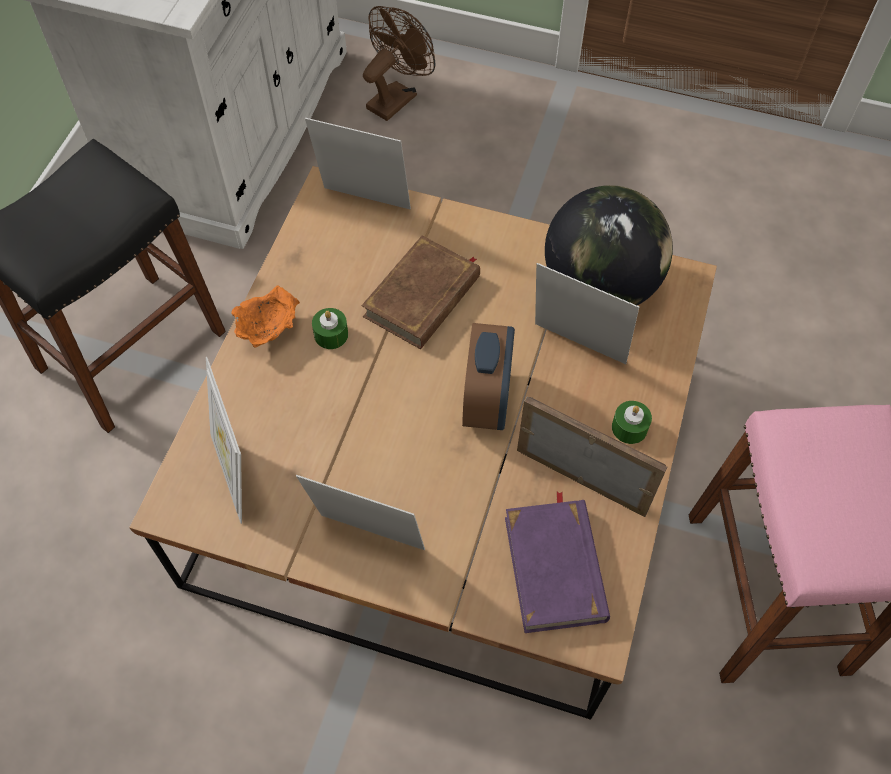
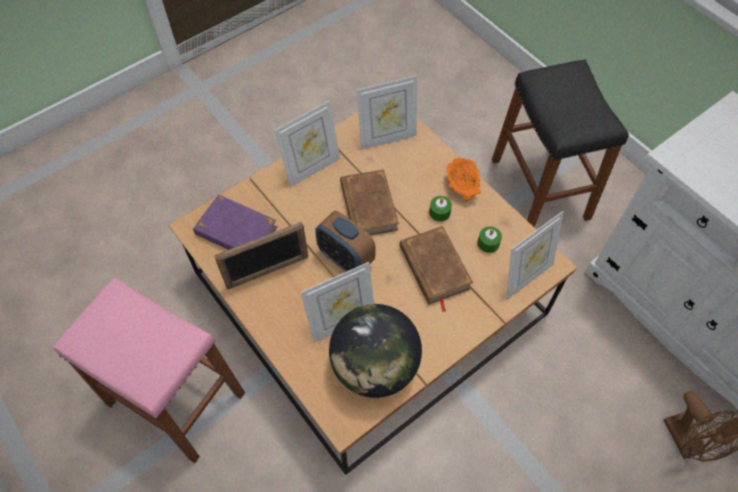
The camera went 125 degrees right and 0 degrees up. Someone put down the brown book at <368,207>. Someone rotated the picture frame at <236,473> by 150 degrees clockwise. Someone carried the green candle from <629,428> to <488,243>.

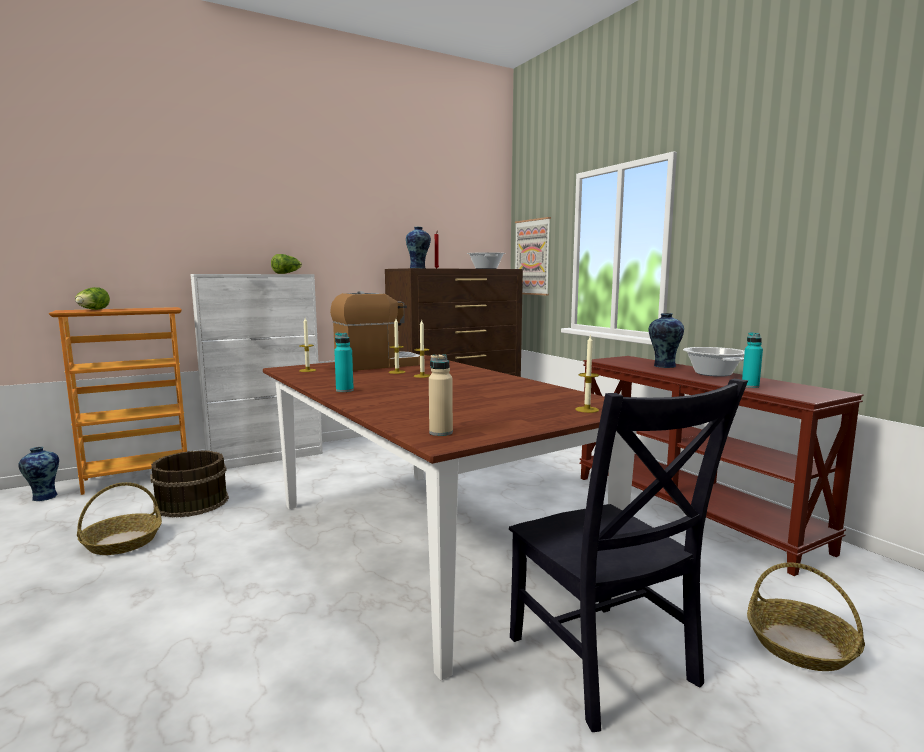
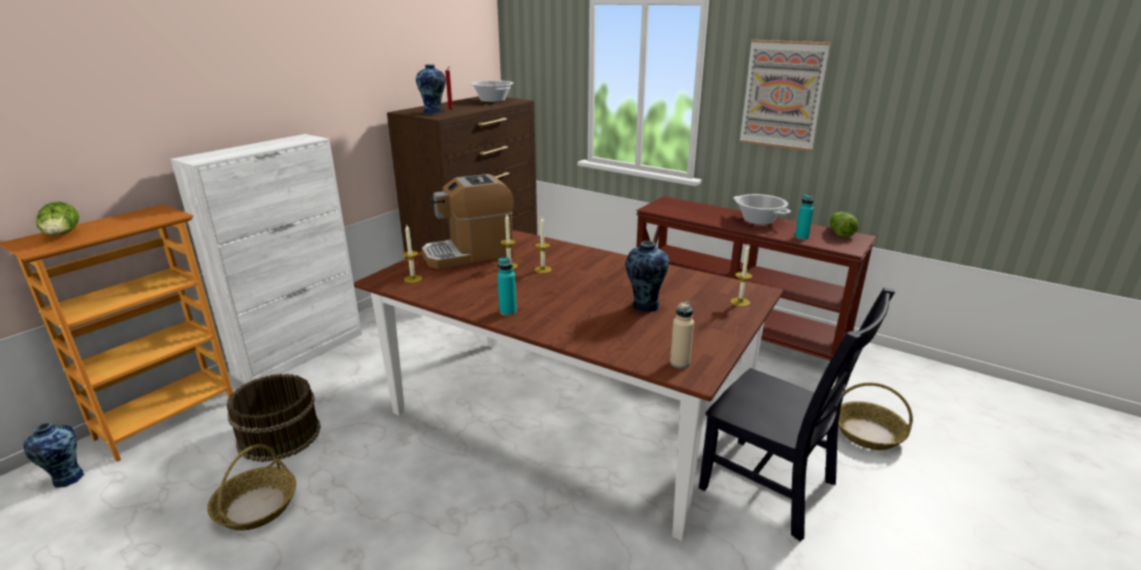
The camera went 25 degrees left and 15 degrees up. Someone rotated the coffee machine at <377,365> by 150 degrees counterclockwise. Someone carried the vase from <663,366> to <644,306>. Someone carried the picture from <532,257> to <782,95>. Someone carried the lettuce from <287,273> to <839,233>.

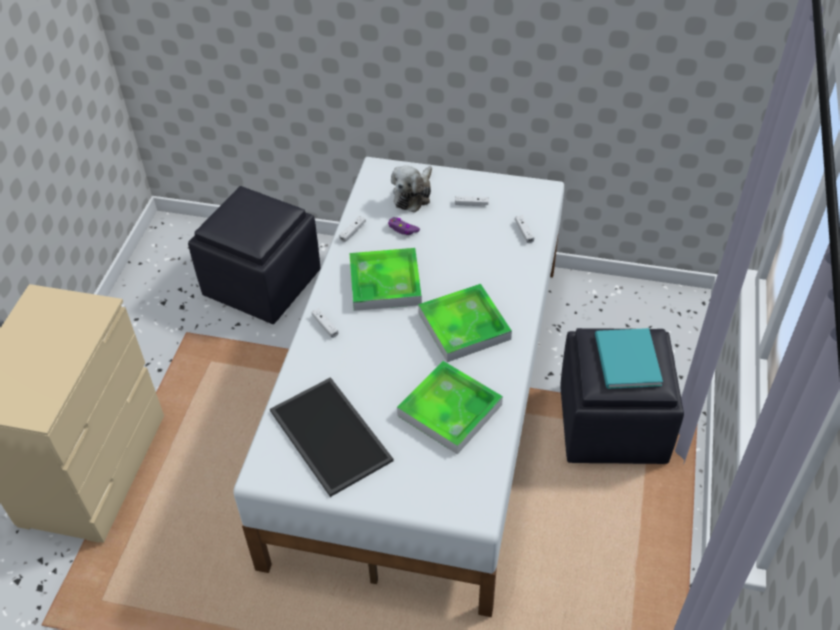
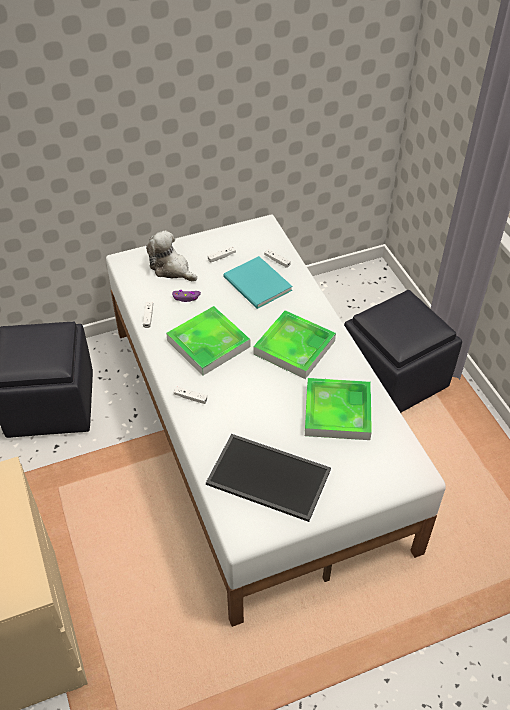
The camera went 35 degrees left and 0 degrees up. Someone rotated the plush toy at <413,195> by 135 degrees clockwise. Someone carried the turquoise book from <626,362> to <257,285>.

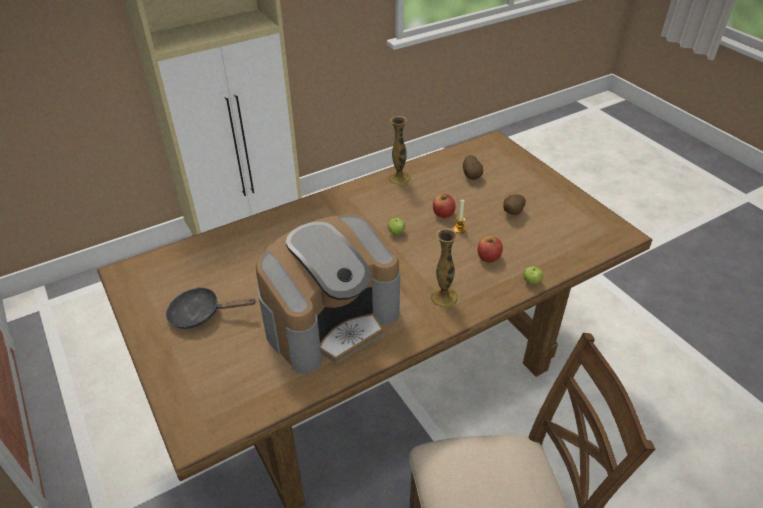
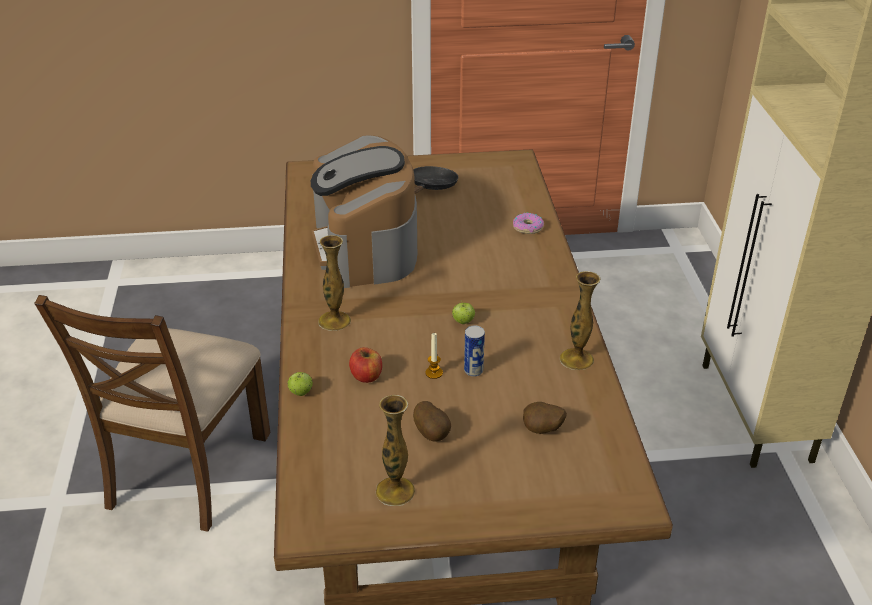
The camera went 115 degrees right and 5 degrees down. Someone put down the vase at <395,491>. Someone swapped the apple at <443,214> for the can at <473,370>. Someone put down the donut at <527,228>.

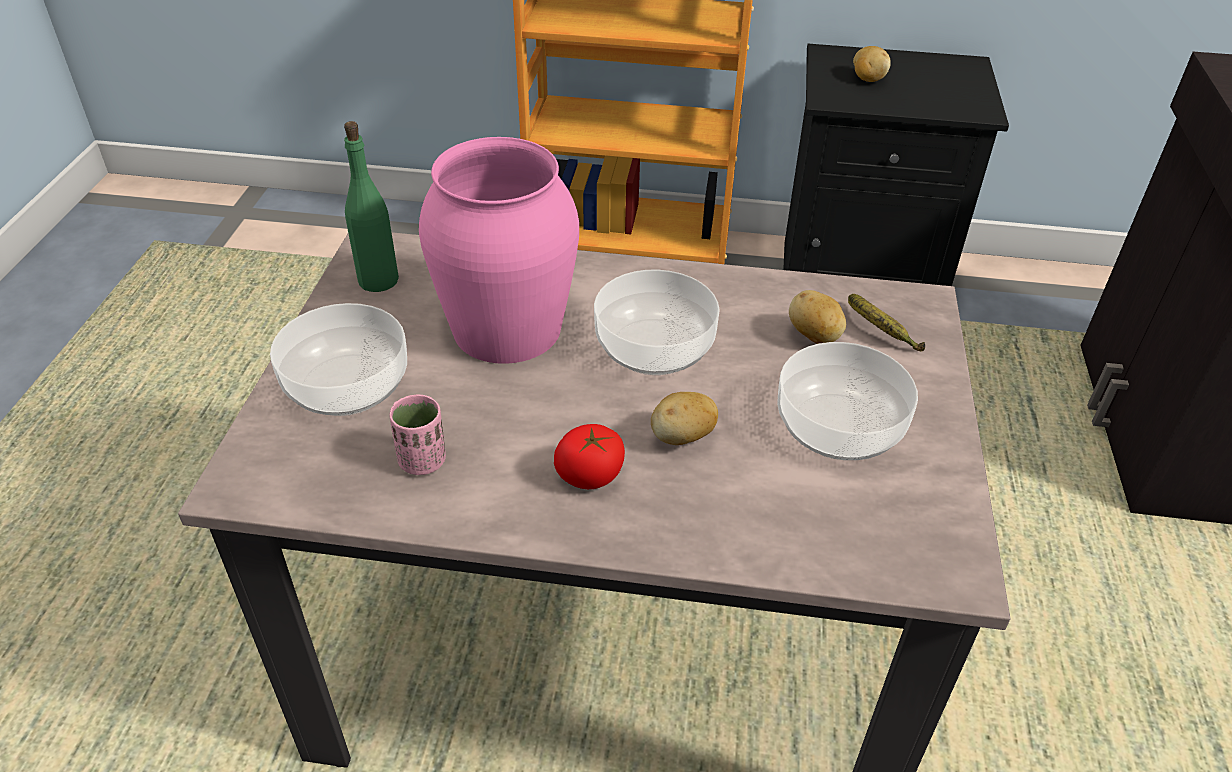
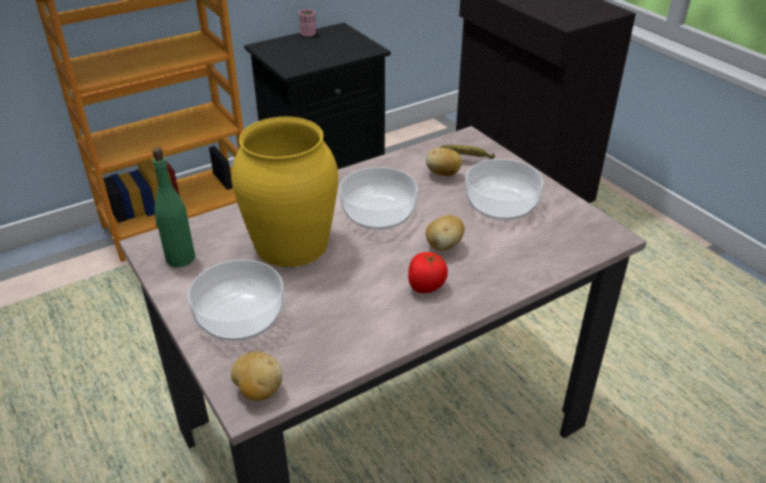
The camera went 40 degrees left and 5 degrees down. Someone repainted the pink vase at <507,327>, which became the yellow vase at <291,243>. Someone carried the potato from <867,79> to <258,390>. Someone carried the pink cup from <422,461> to <308,34>.

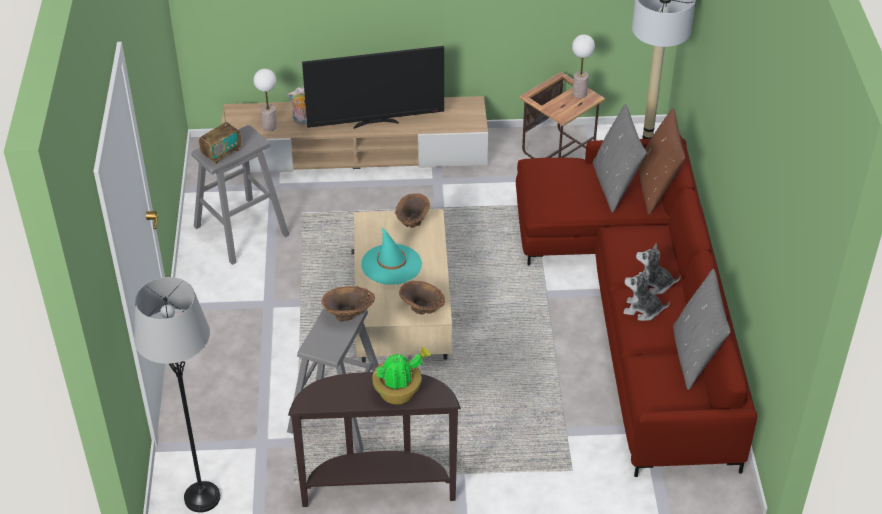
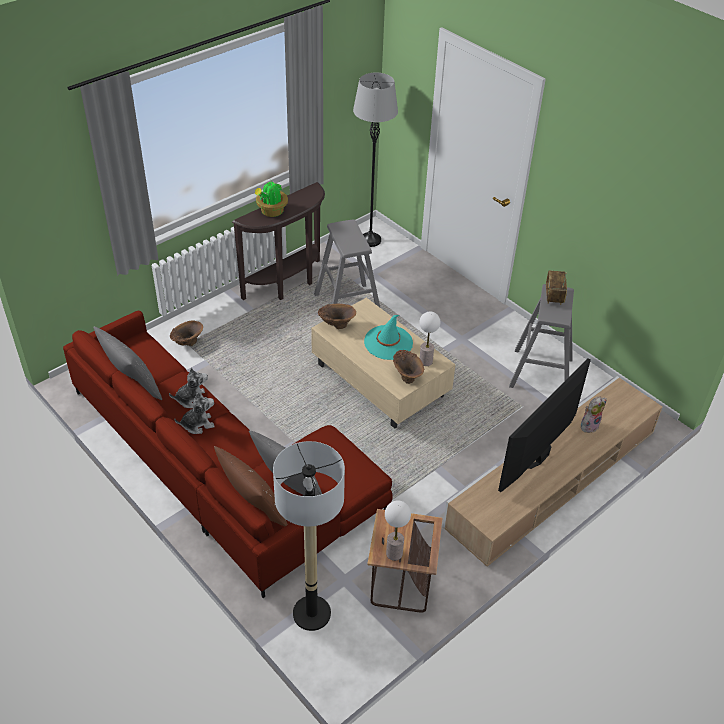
The camera went 140 degrees right and 0 degrees up. Someone carried the brown vase from <349,317> to <187,343>. Someone carried the table lamp from <269,126> to <425,361>.

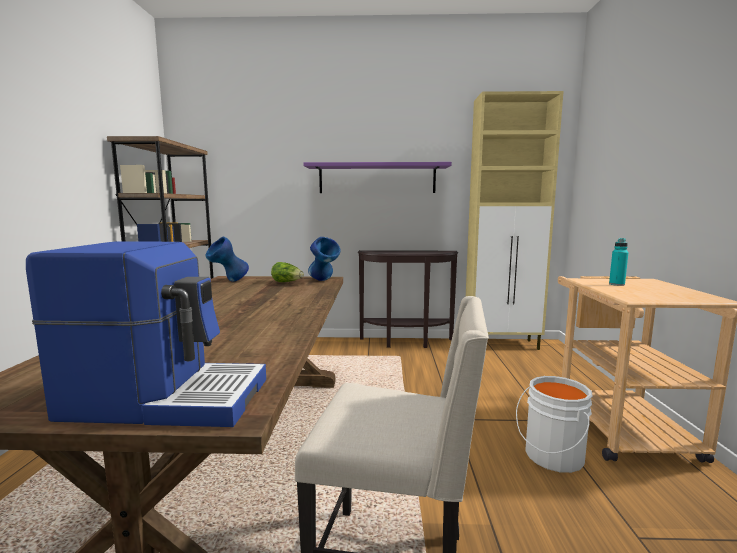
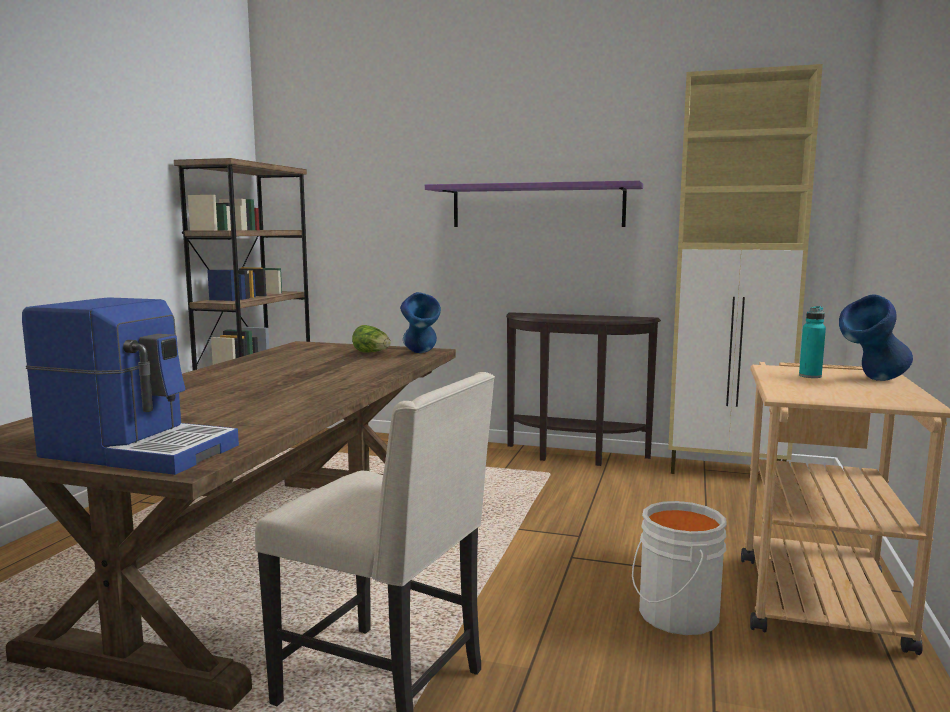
The camera went 15 degrees right and 0 degrees up. Someone carried the blue vase from <228,281> to <871,381>.

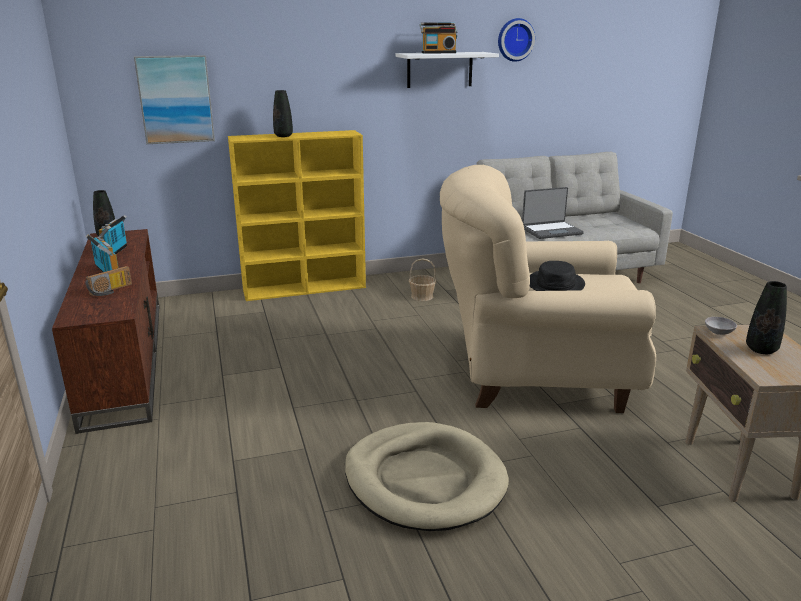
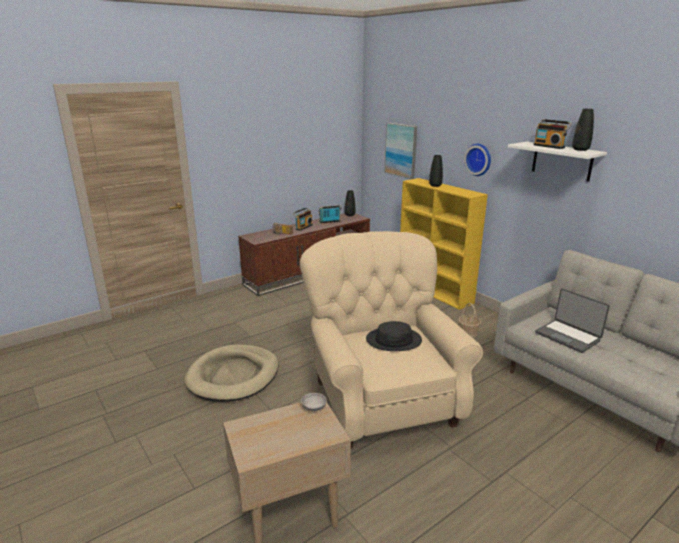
The camera went 70 degrees right and 0 degrees up. Someone carried the wall clock from <515,40> to <479,159>. Someone carried the black vase from <761,349> to <580,149>.

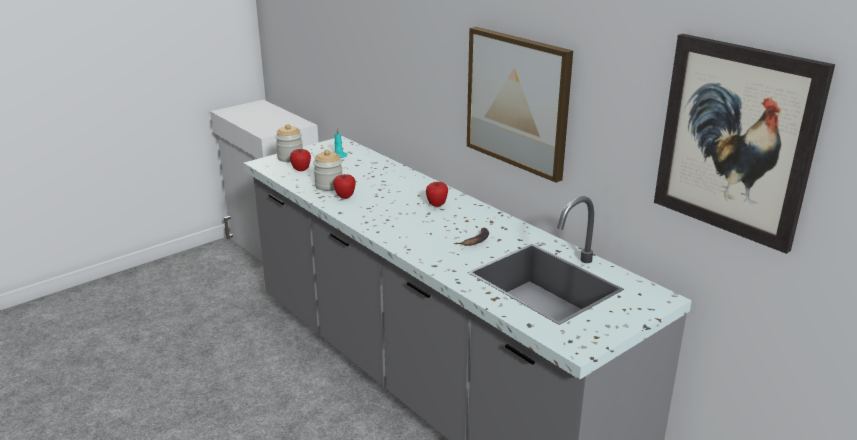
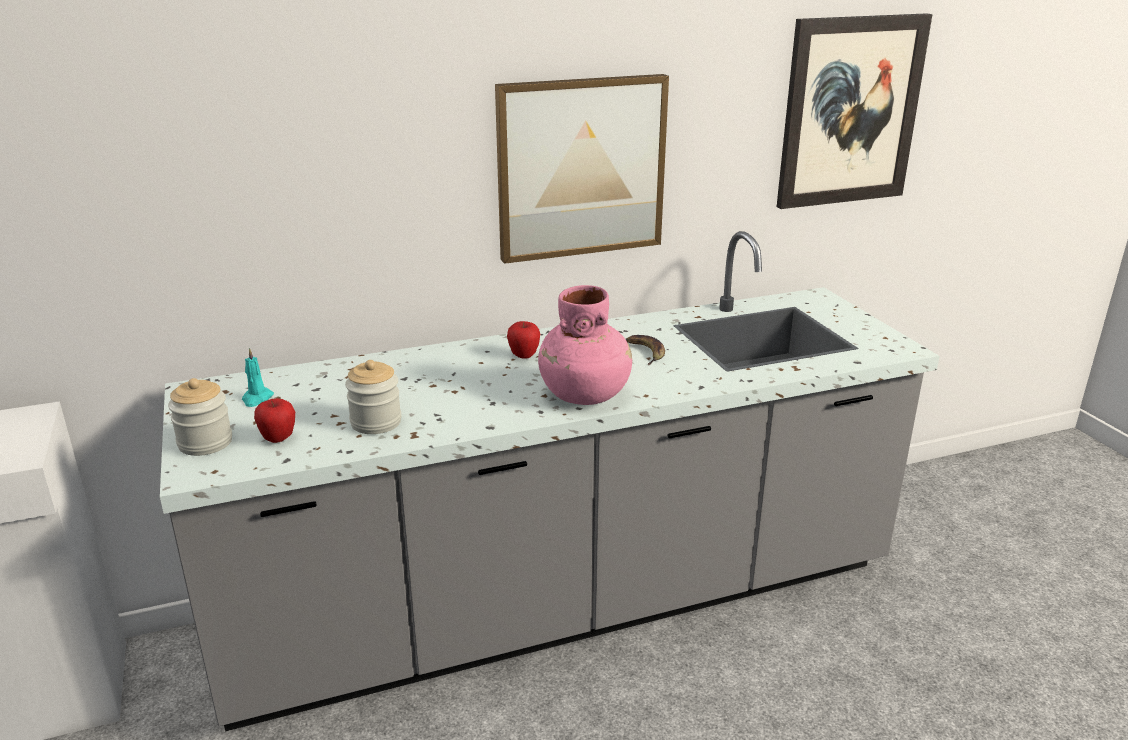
The camera went 70 degrees left and 0 degrees up. Someone put down the pink vase at <585,394>. Someone took away the apple at <345,197>.

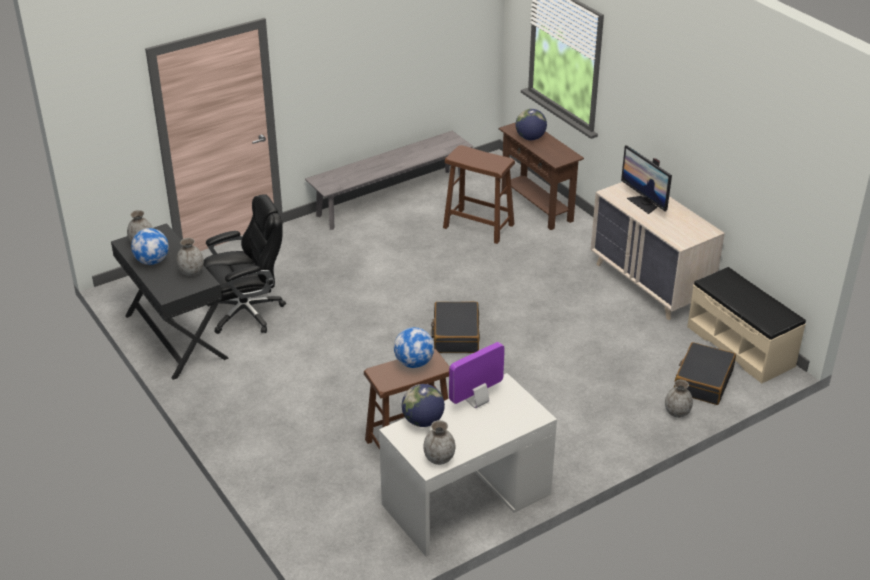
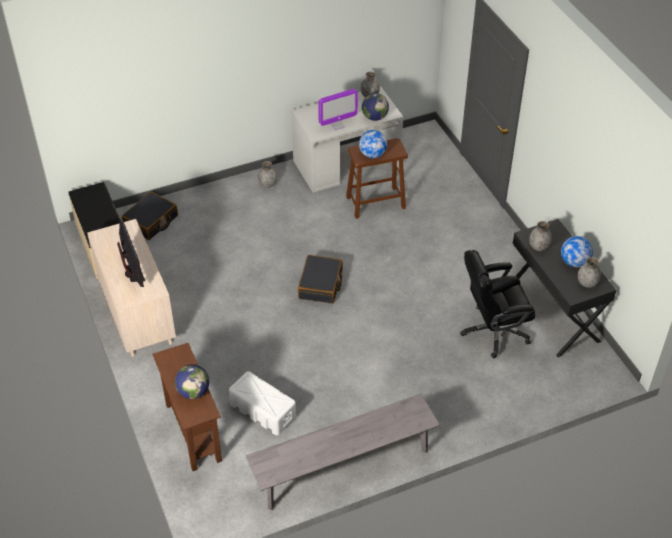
The camera went 170 degrees left and 10 degrees up. Someone swapped the brown stool at <479,226> for the white storage box at <262,410>. Someone carried the grey vase from <677,413> to <268,184>.

